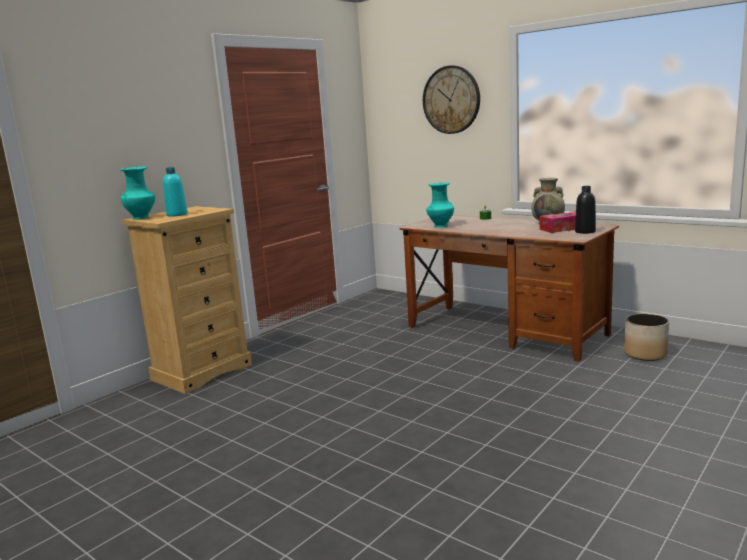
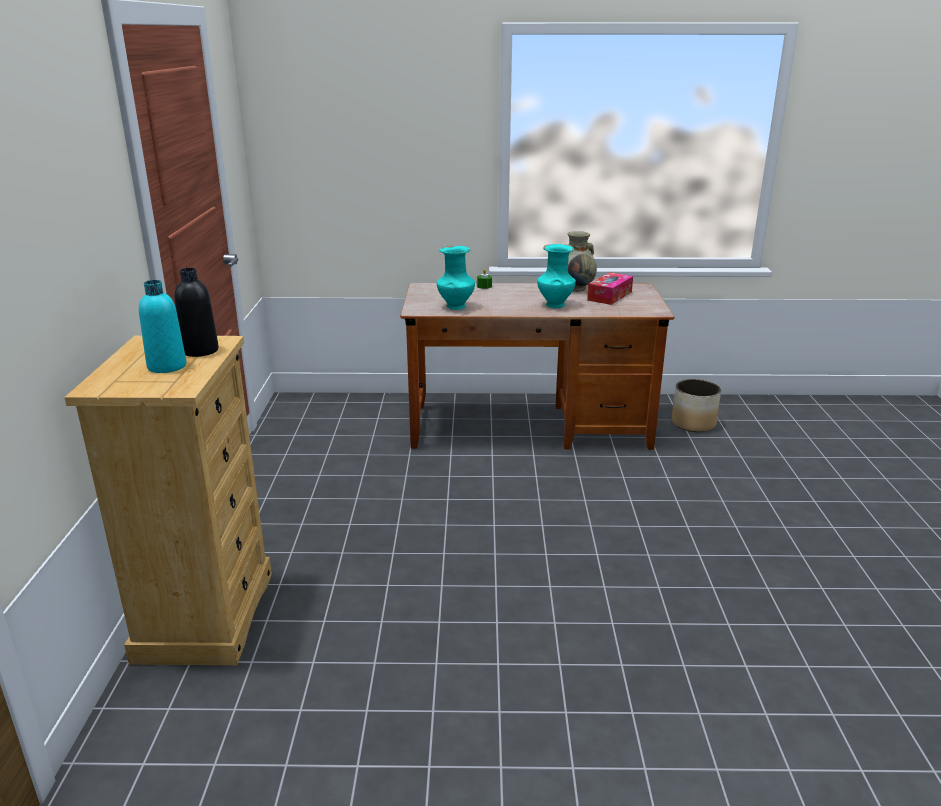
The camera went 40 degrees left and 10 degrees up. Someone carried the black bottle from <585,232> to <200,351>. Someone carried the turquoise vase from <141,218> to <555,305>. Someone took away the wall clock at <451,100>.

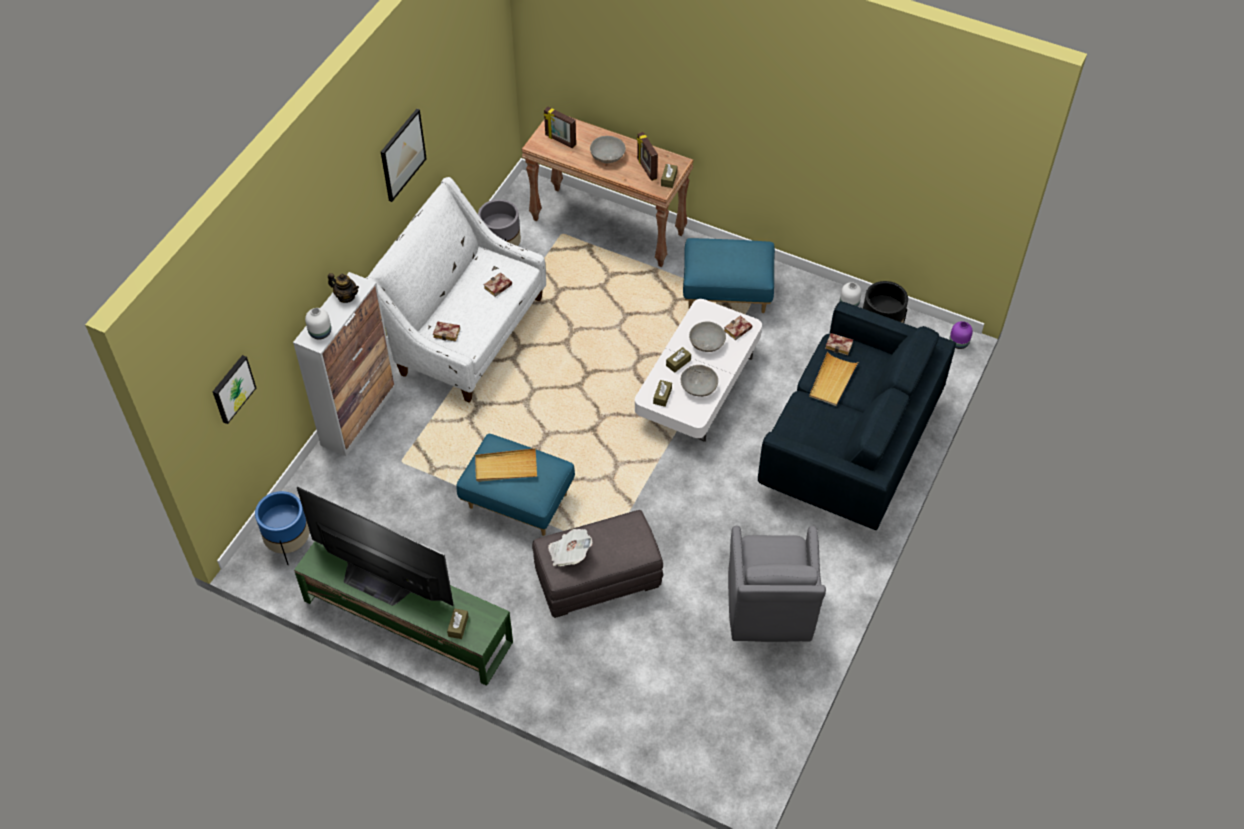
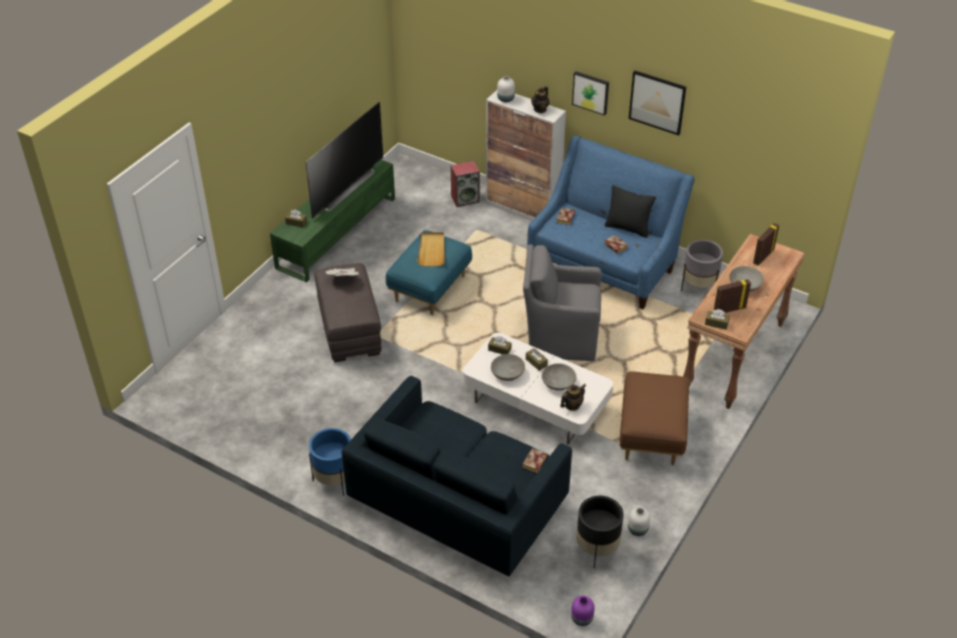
The camera went 95 degrees right and 10 degrees down. Someone carried the blue planter from <289,544> to <334,480>. Someone put down the speaker at <465,199>. Someone carried the grey armchair from <769,609> to <560,337>. Someone repainted the white sofa at <464,333>, which became the blue sofa at <604,264>. Someone swapped the book at <737,330> for the teapot at <572,405>. Someone carried the picture from <232,388> to <591,92>. Someone put down the black pillow at <628,228>. Someone repainted the blue ottoman at <727,292>, which became the brown ottoman at <652,435>. Someone took away the beige tray at <832,381>.

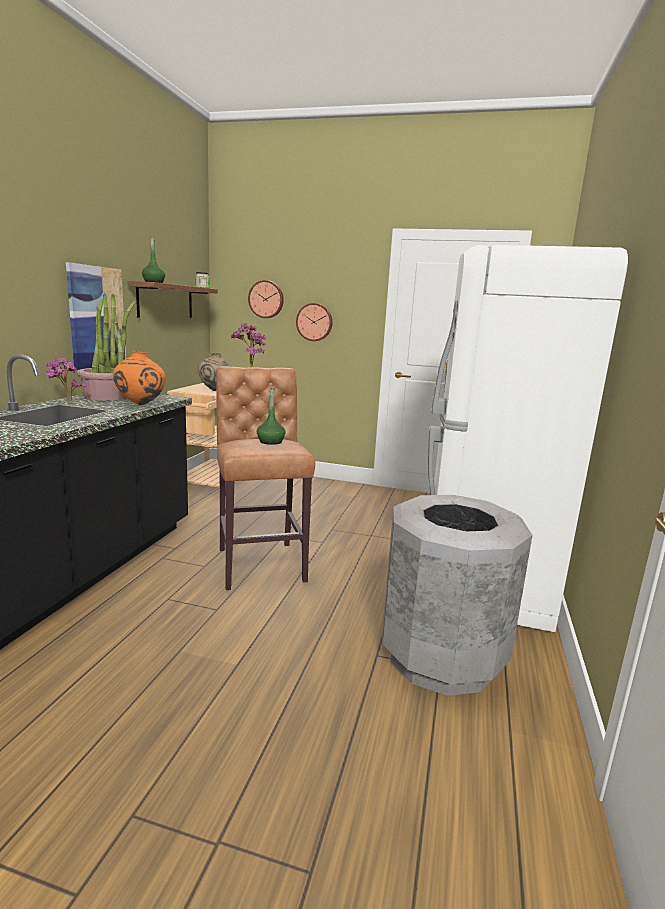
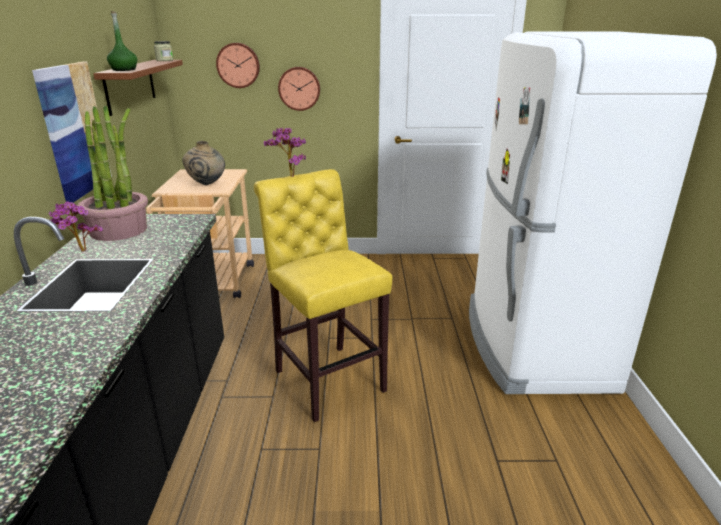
The camera went 15 degrees left and 10 degrees up. Someone repainted the brown stool at <260,562>, which became the yellow stool at <326,377>. Someone took away the orange vase at <140,404>. Someone took away the green bottle at <270,442>. Someone took away the grey trash can at <440,657>.

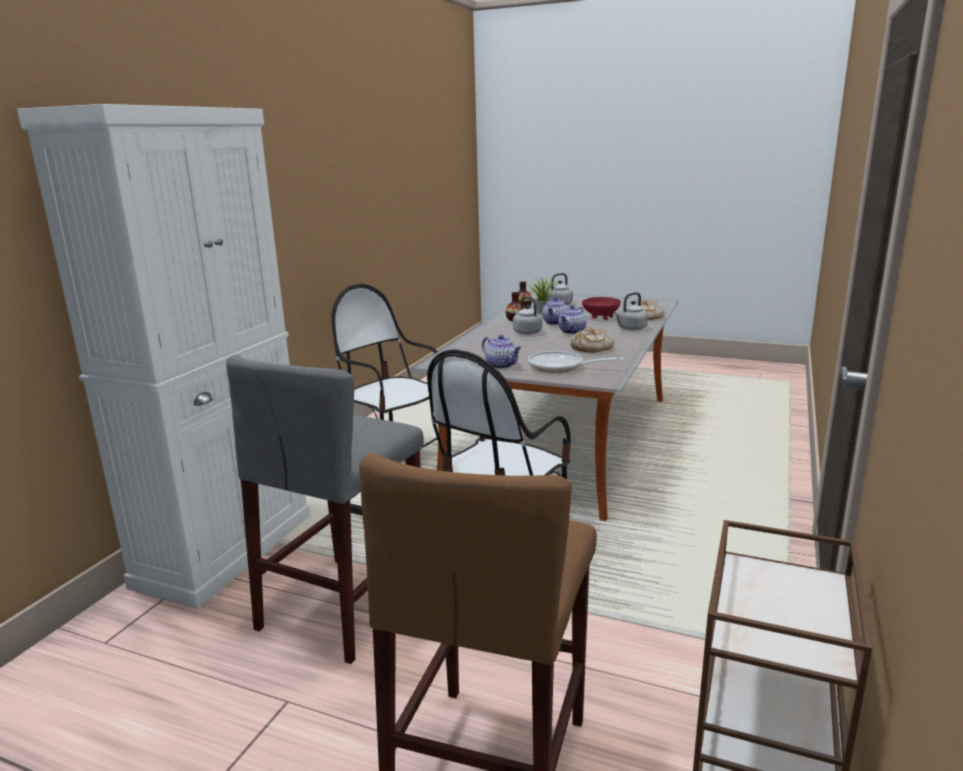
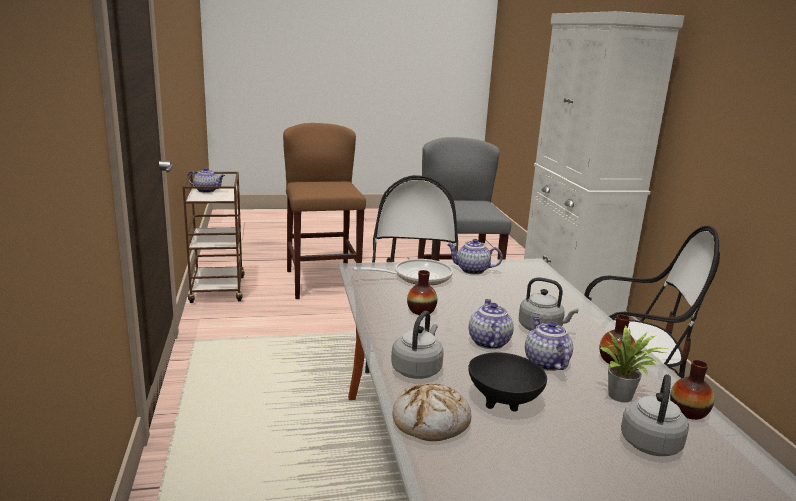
The camera went 145 degrees right and 0 degrees up. Someone put down the teapot at <207,190>. Someone swapped the bread at <591,348> for the vase at <421,311>. Someone repainted the red bowl at <600,317>, which became the black bowl at <505,401>.

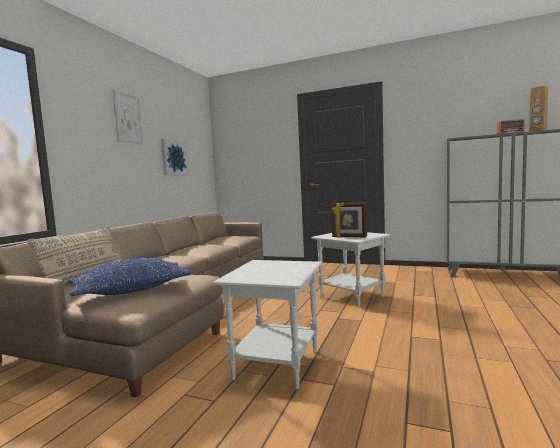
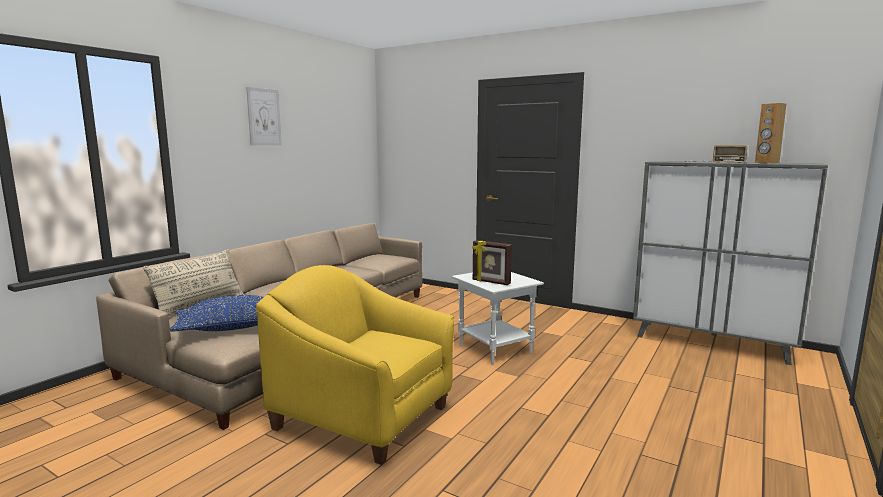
The camera went 10 degrees right and 5 degrees up. Someone swapped the white side table at <277,364> for the yellow armchair at <364,417>. Someone took away the picture at <174,157>.

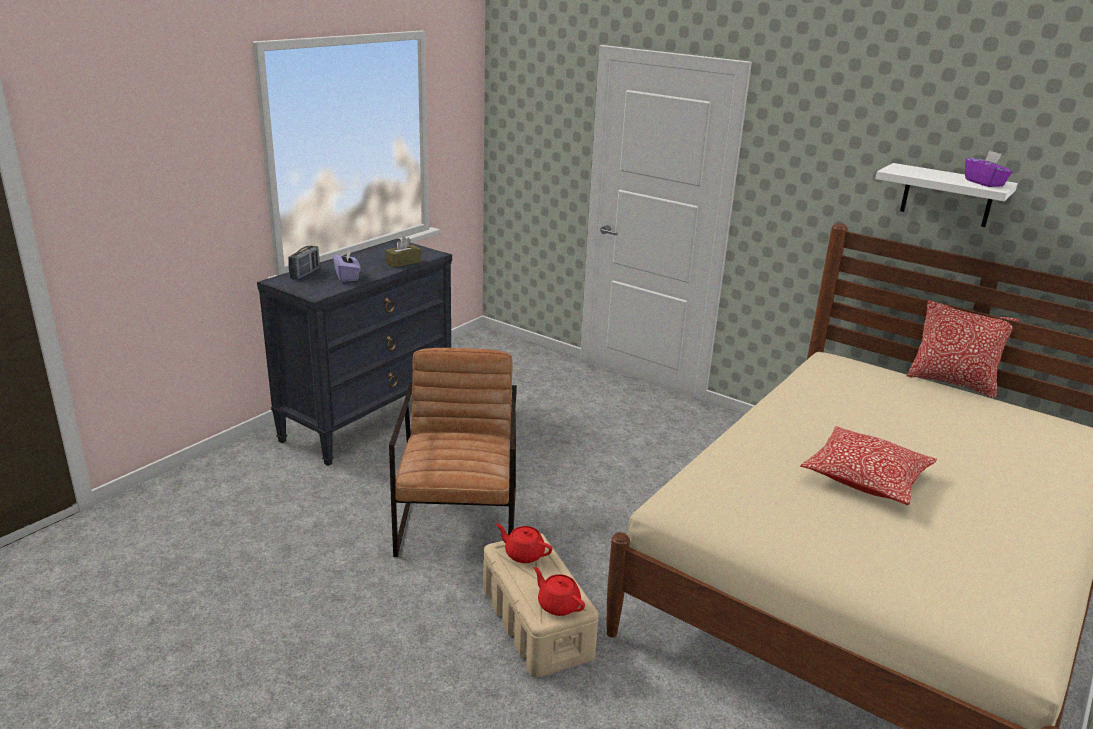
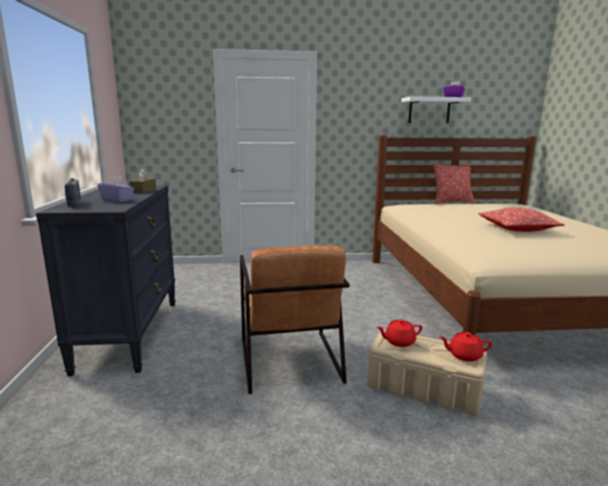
The camera went 40 degrees left and 10 degrees down. Someone rotated the brown armchair at <459,520> by 150 degrees counterclockwise.

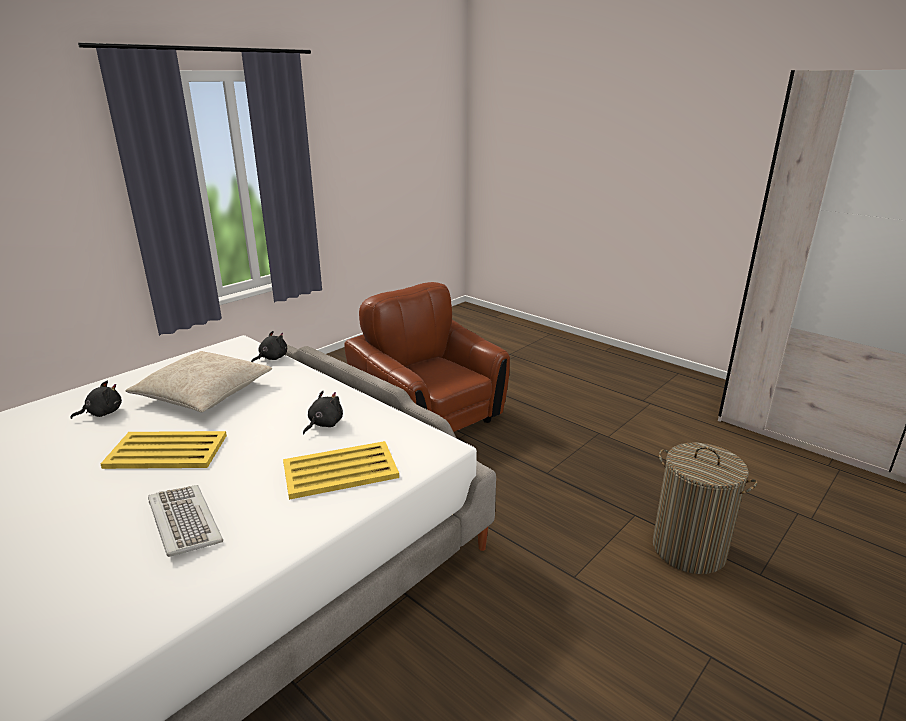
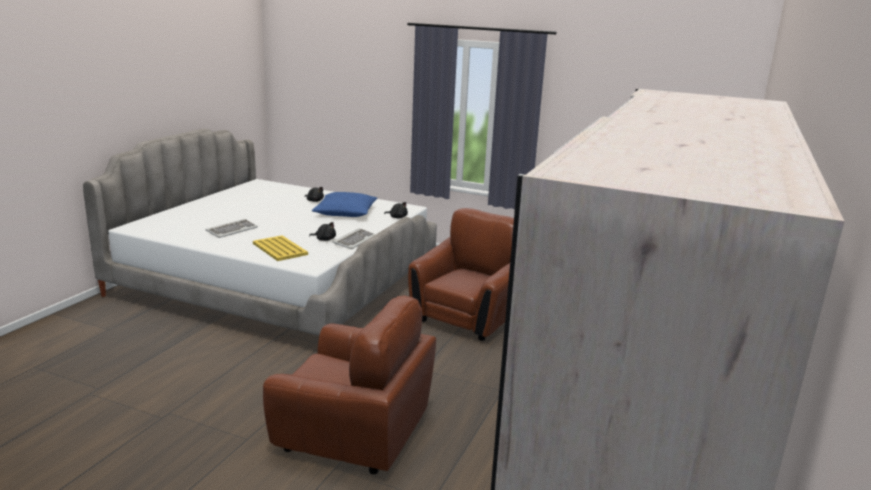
The camera went 70 degrees right and 5 degrees down. Someone swapped the laundry basket at <689,549> for the brown armchair at <353,434>. Someone repainted the beige pillow at <204,393>, which became the blue pillow at <345,212>. Someone put down the keyboard at <354,241>. Someone took away the yellow tray at <167,451>.

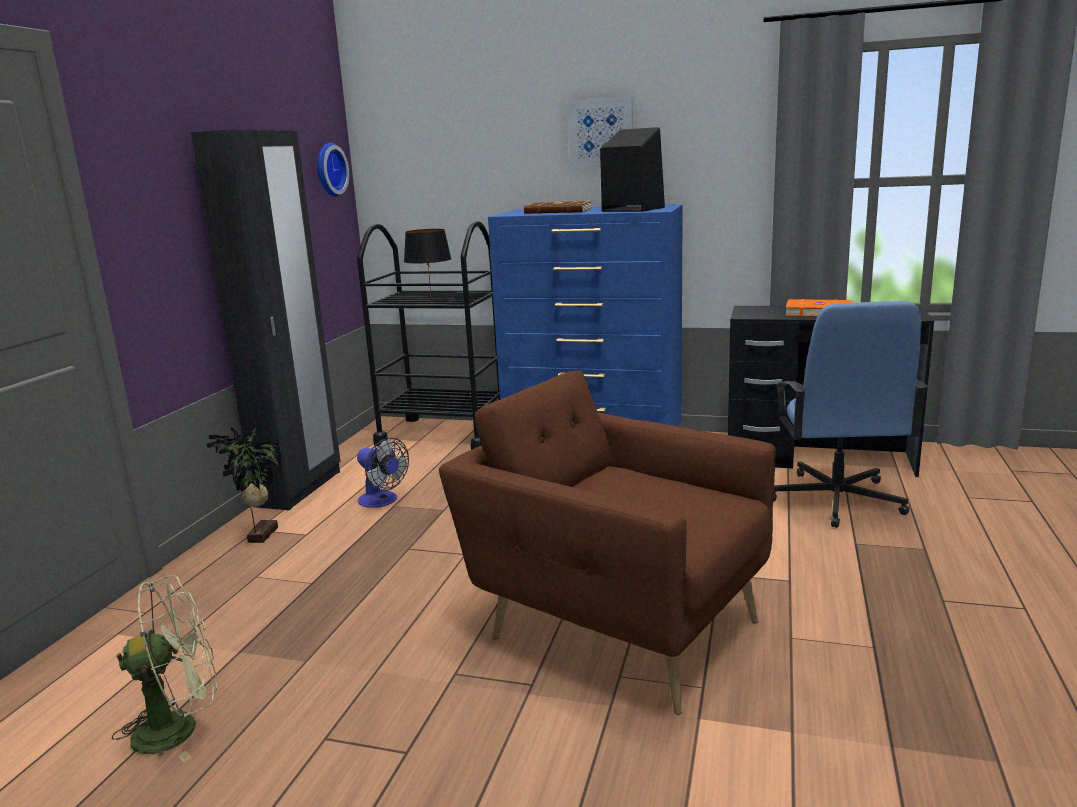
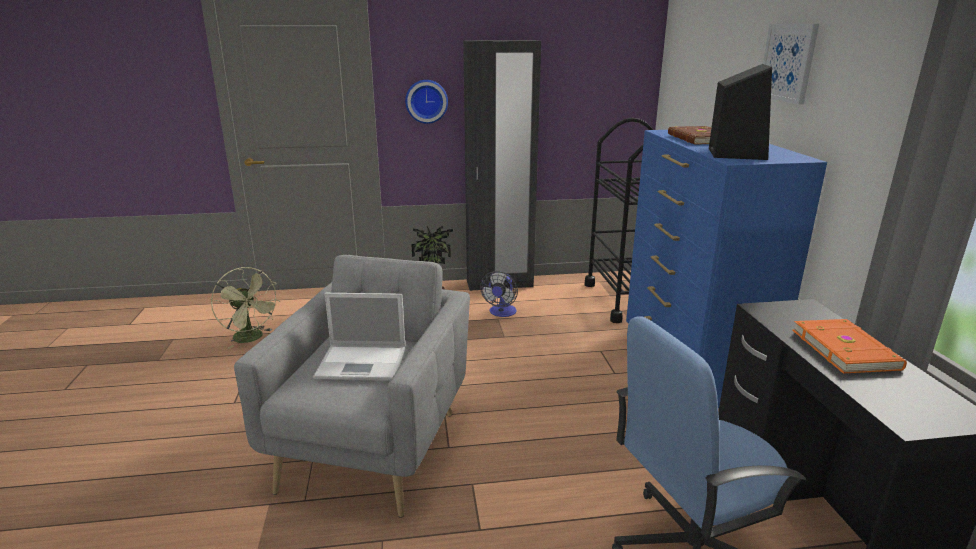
The camera went 65 degrees right and 5 degrees up. Someone repainted the brown armchair at <615,624>, which became the grey armchair at <375,444>. Someone put down the laptop at <363,363>. Someone carried the wall clock from <328,170> to <426,101>. Someone took away the black table lamp at <431,302>.

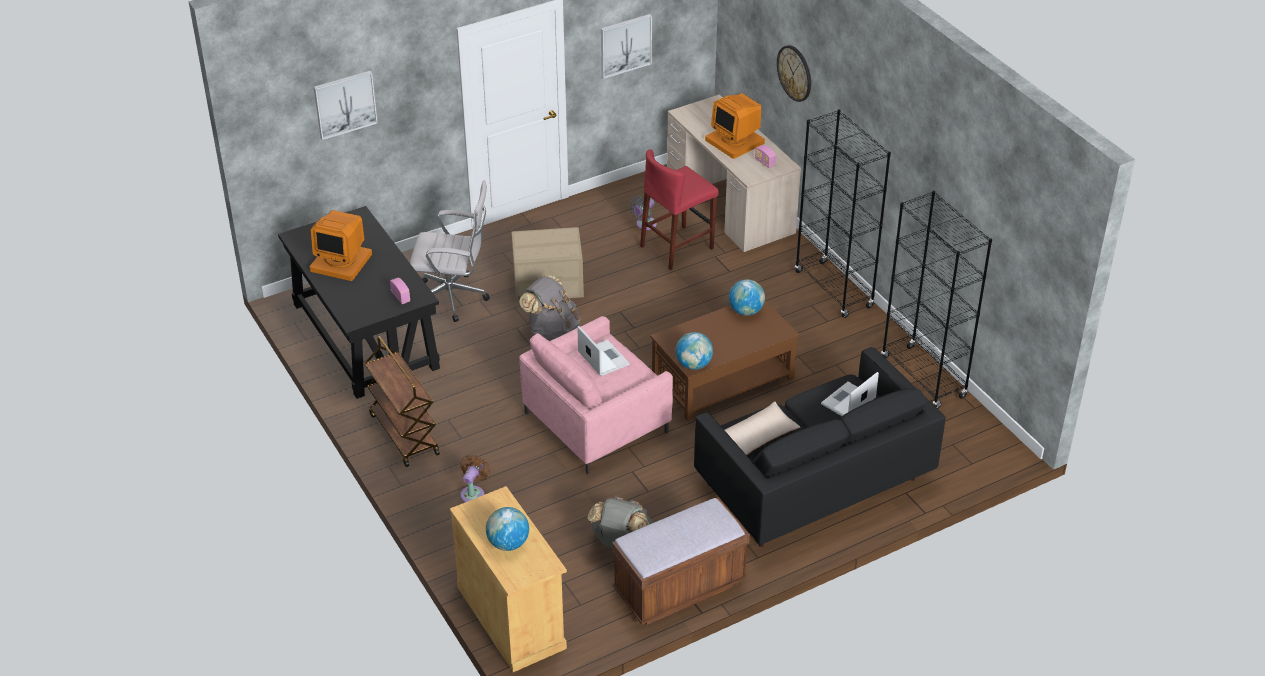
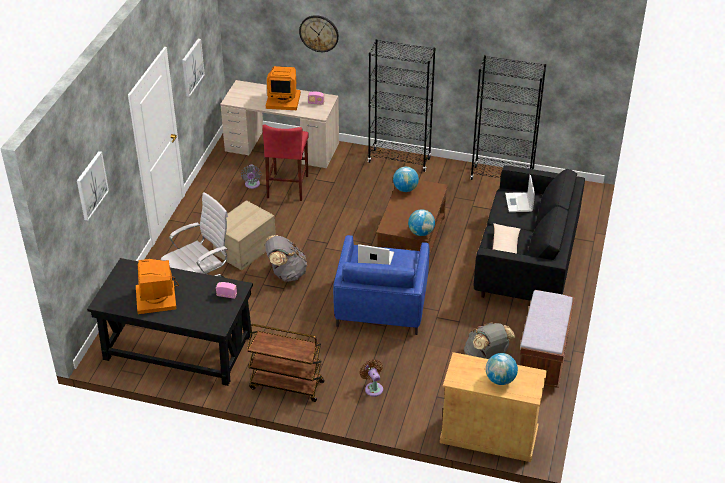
The camera went 45 degrees left and 0 degrees up. Someone rotated the monitor at <342,261> by 105 degrees clockwise. Someone repainted the pink armchair at <596,422>, which became the blue armchair at <381,305>.

